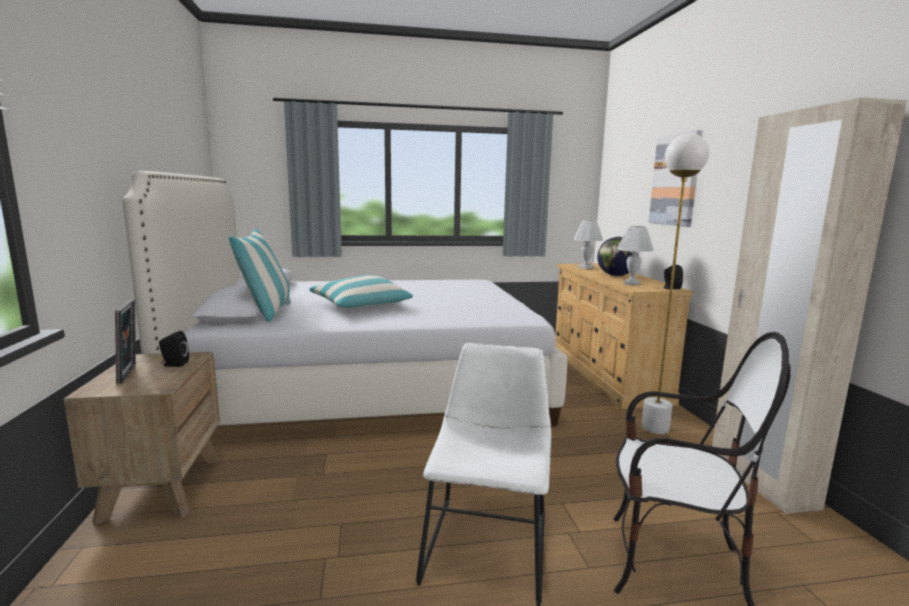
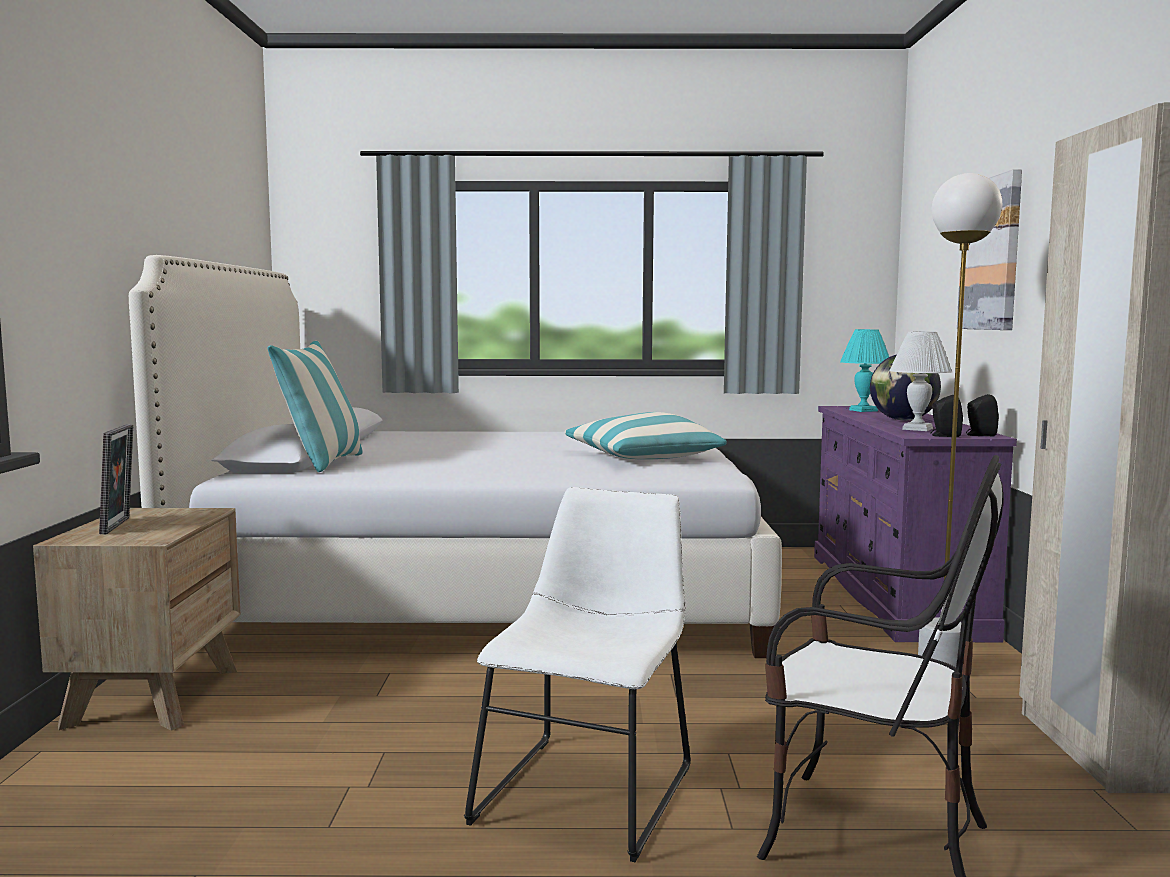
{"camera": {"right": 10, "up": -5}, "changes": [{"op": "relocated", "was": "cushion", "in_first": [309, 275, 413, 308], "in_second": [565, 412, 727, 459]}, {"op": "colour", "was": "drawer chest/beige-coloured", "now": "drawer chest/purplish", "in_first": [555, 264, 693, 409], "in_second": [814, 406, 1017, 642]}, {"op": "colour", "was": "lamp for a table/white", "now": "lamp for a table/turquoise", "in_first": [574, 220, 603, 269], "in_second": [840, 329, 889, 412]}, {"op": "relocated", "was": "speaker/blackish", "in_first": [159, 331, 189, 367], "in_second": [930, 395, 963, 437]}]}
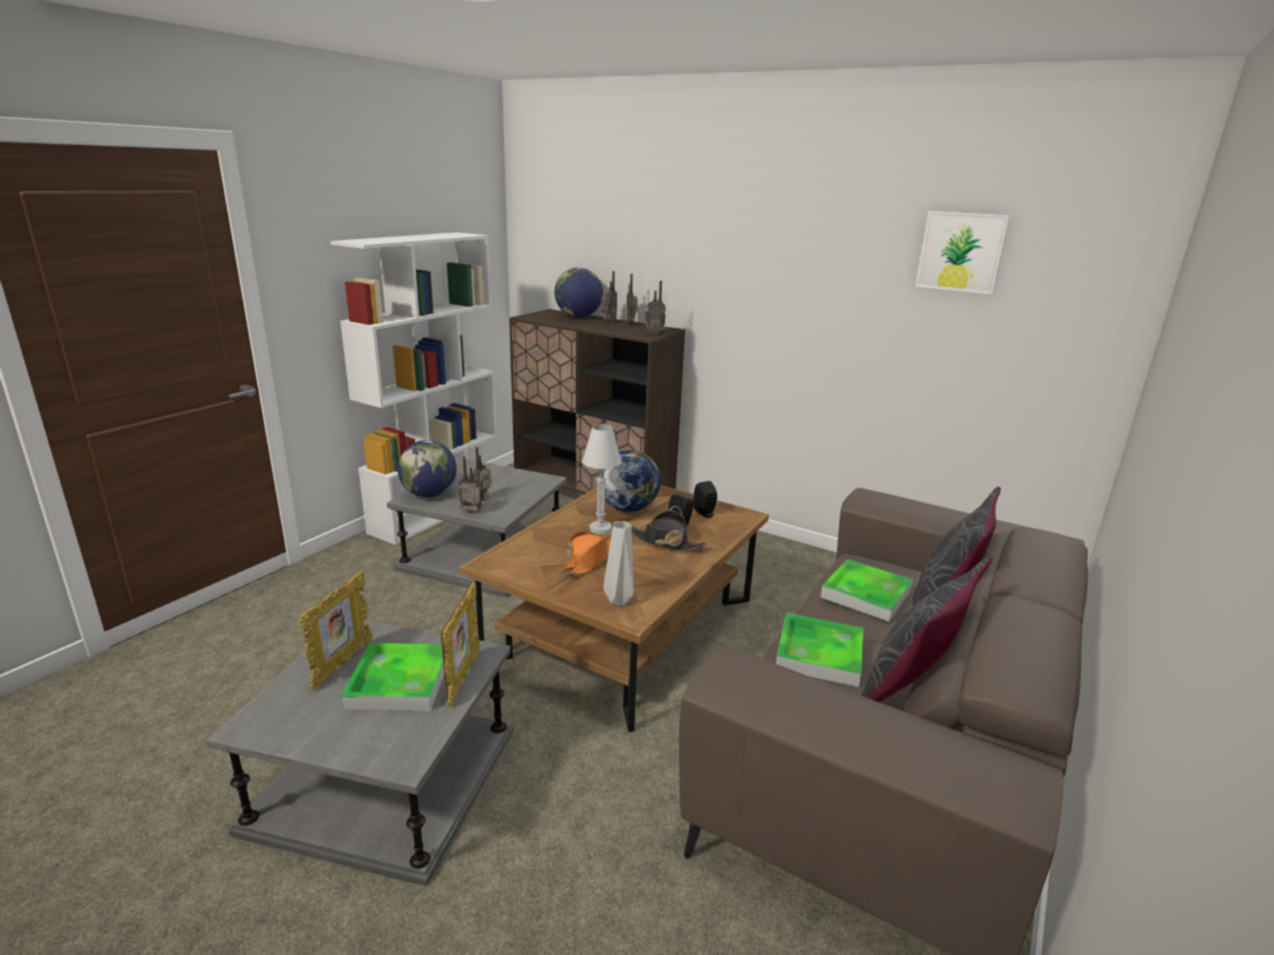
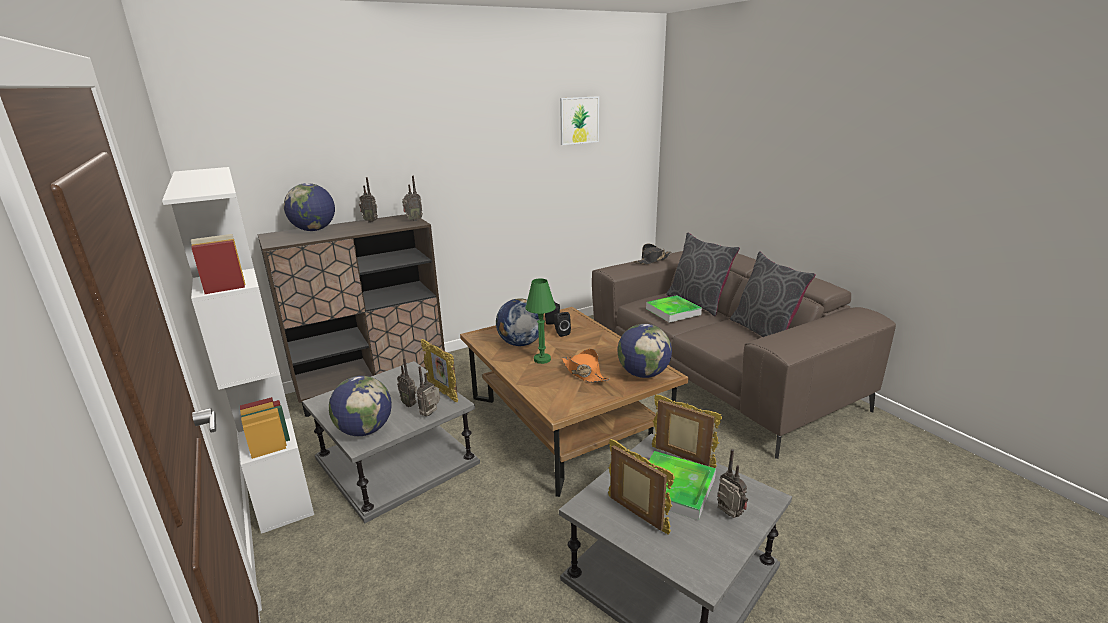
{"camera": {"right": -60, "up": 0}, "changes": [{"op": "appeared", "now": "photo frame", "in_second": [421, 339, 458, 402]}, {"op": "colour", "was": "lamp for a table/white", "now": "lamp for a table/green", "in_first": [582, 424, 621, 534], "in_second": [525, 278, 556, 364]}, {"op": "exchanged", "was": "vase/gray", "now": "globe", "in_first": [603, 521, 634, 606], "in_second": [617, 324, 672, 378]}, {"op": "relocated", "was": "clothing hat/blackish", "in_first": [631, 510, 707, 552], "in_second": [633, 243, 671, 264]}, {"op": "relocated", "was": "radio receiver", "in_first": [601, 271, 617, 323], "in_second": [717, 449, 748, 518]}, {"op": "missing", "was": "tray", "in_first": [776, 613, 863, 687]}]}
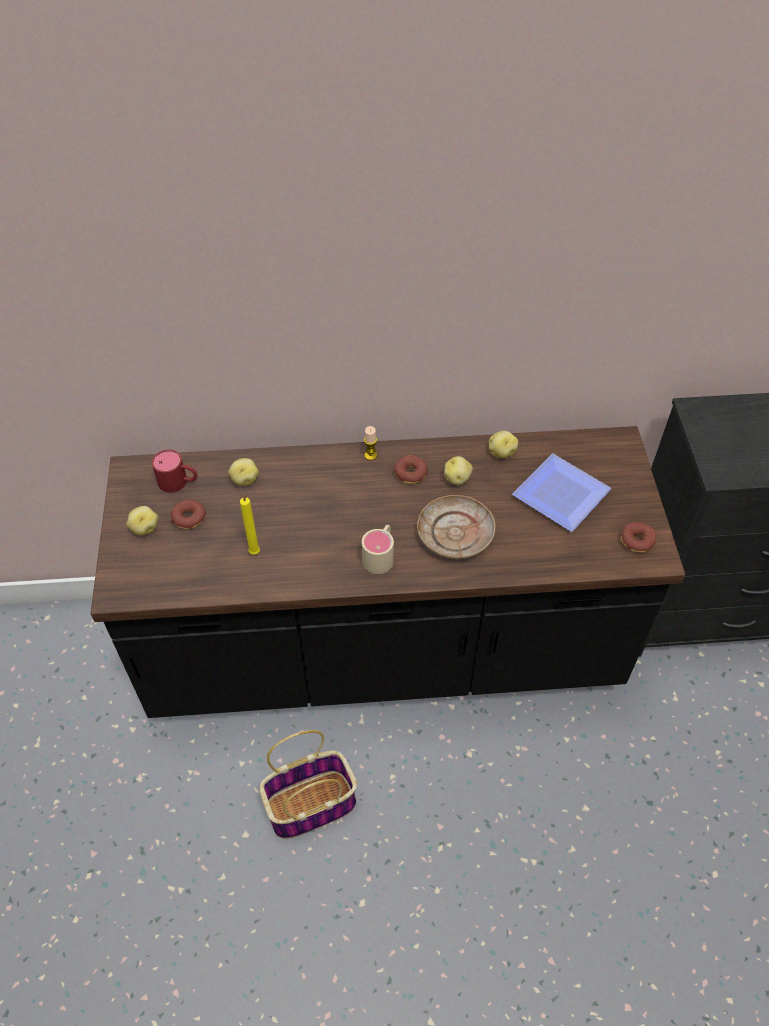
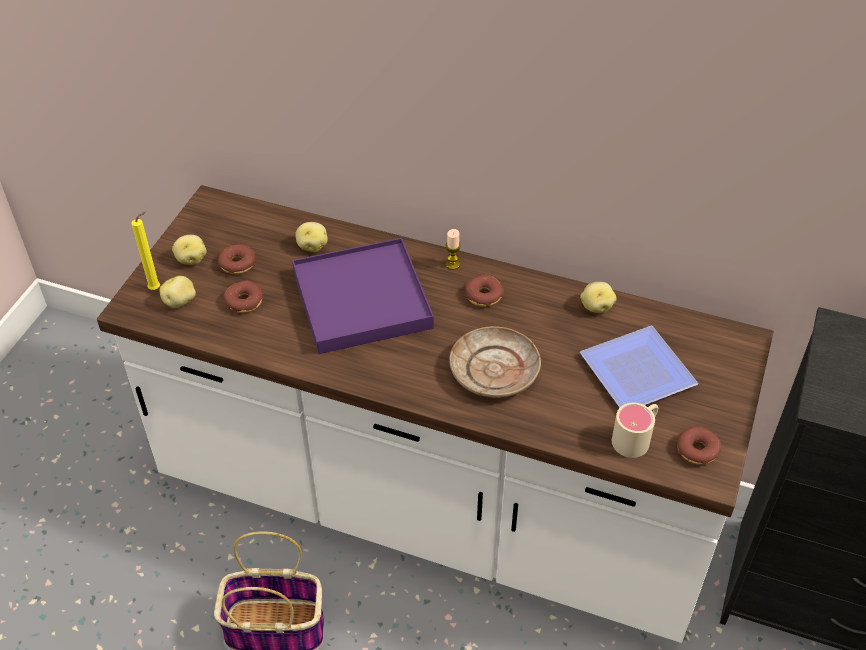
{"camera": {"right": 25, "up": -5}, "changes": [{"op": "colour", "was": "kitchen counter/blackish", "now": "kitchen counter/white", "in_first": [91, 426, 685, 718], "in_second": [97, 185, 773, 643]}, {"op": "relocated", "was": "wax candle/yellow-coloured", "in_first": [240, 489, 260, 555], "in_second": [131, 211, 160, 290]}, {"op": "relocated", "was": "potato", "in_first": [444, 456, 473, 485], "in_second": [159, 276, 196, 308]}, {"op": "appeared", "now": "doughnut", "in_second": [224, 281, 263, 314]}, {"op": "appeared", "now": "tray/purplish", "in_second": [292, 238, 434, 354]}, {"op": "relocated", "was": "mug/beige-coloured", "in_first": [362, 525, 394, 574], "in_second": [612, 403, 658, 458]}, {"op": "missing", "was": "mug/reddish", "in_first": [152, 449, 197, 493]}]}
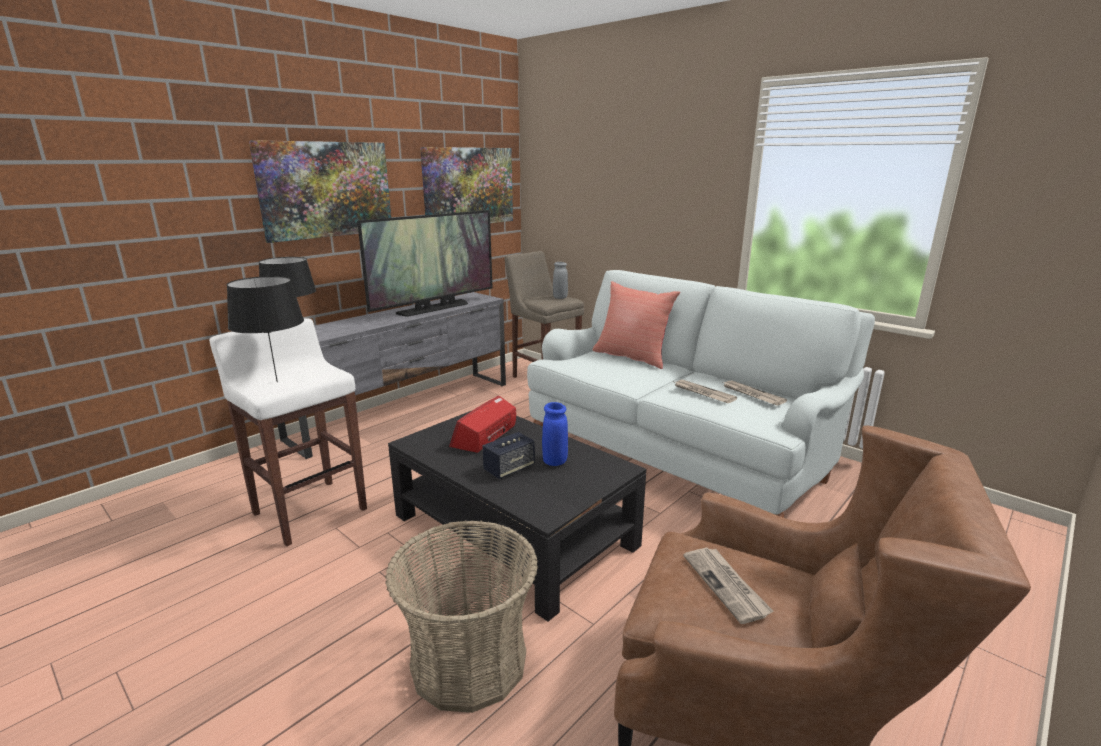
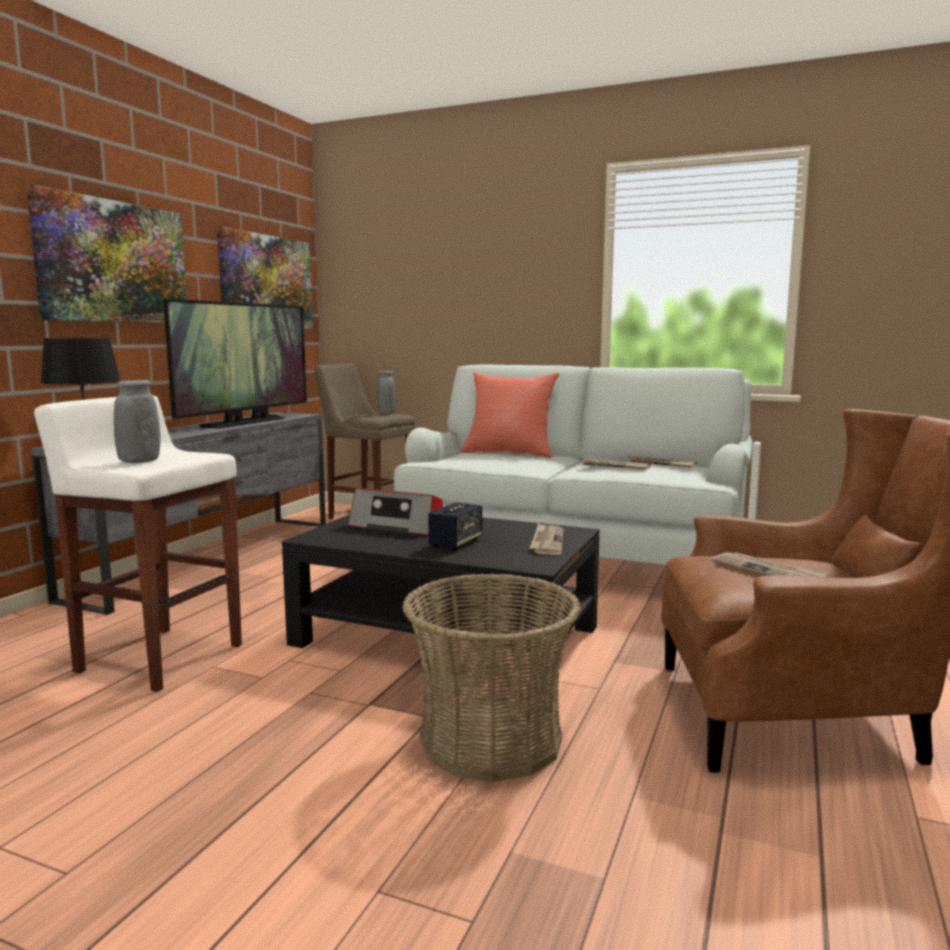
{"camera": {"right": -20, "up": -10}, "changes": [{"op": "exchanged", "was": "lamp for a table/blackish", "now": "vase/gray", "in_first": [227, 276, 304, 382], "in_second": [114, 380, 160, 463]}, {"op": "spun", "was": "radio receiver", "in_first": [449, 396, 516, 453], "in_second": [348, 488, 443, 535], "clockwise": -75}, {"op": "appeared", "now": "newspaper", "in_second": [529, 523, 563, 555]}, {"op": "missing", "was": "vase/bluish", "in_first": [542, 402, 568, 466]}]}
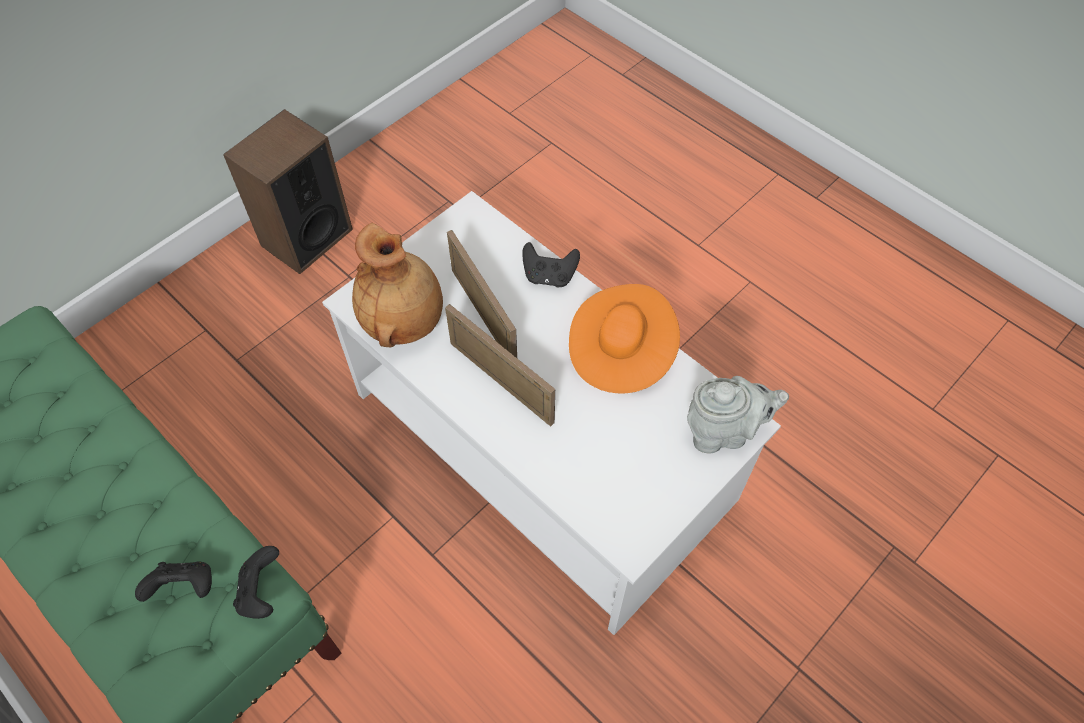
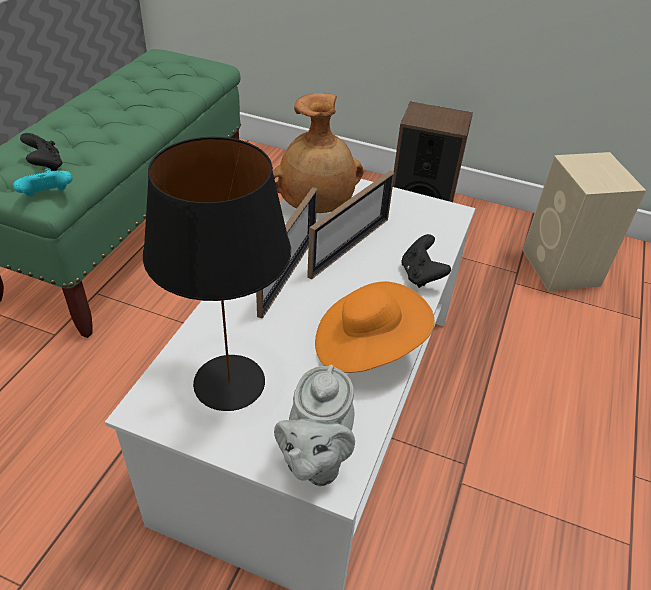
{"camera": {"right": 65, "up": -15}, "changes": [{"op": "colour", "was": "game controller/blackish", "now": "game controller/turquoise", "in_first": [233, 546, 279, 619], "in_second": [13, 168, 73, 196]}, {"op": "appeared", "now": "lamp for a table/blackish", "in_second": [143, 137, 291, 411]}, {"op": "spun", "was": "tea pot/gray", "in_first": [687, 376, 789, 454], "in_second": [274, 364, 355, 486], "clockwise": 45}, {"op": "appeared", "now": "speaker/beige-coloured", "in_second": [523, 152, 646, 291]}]}
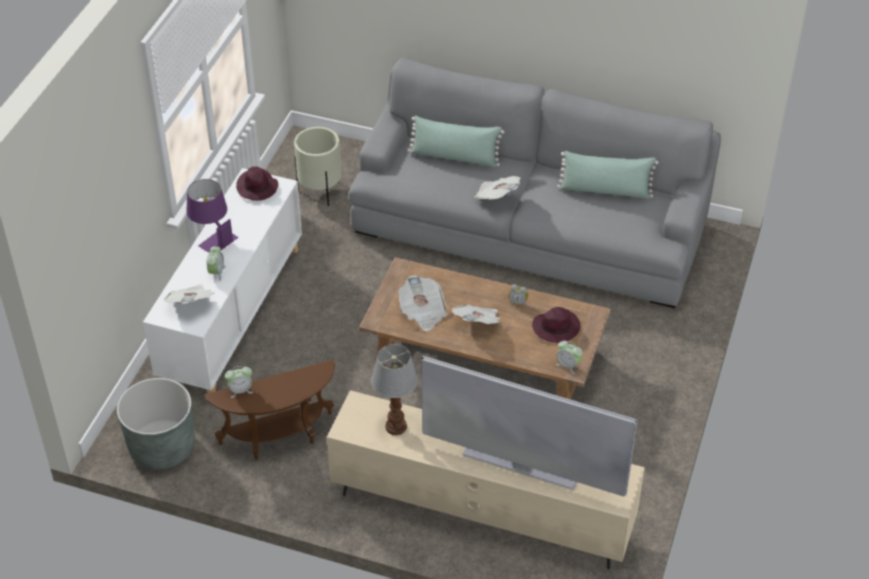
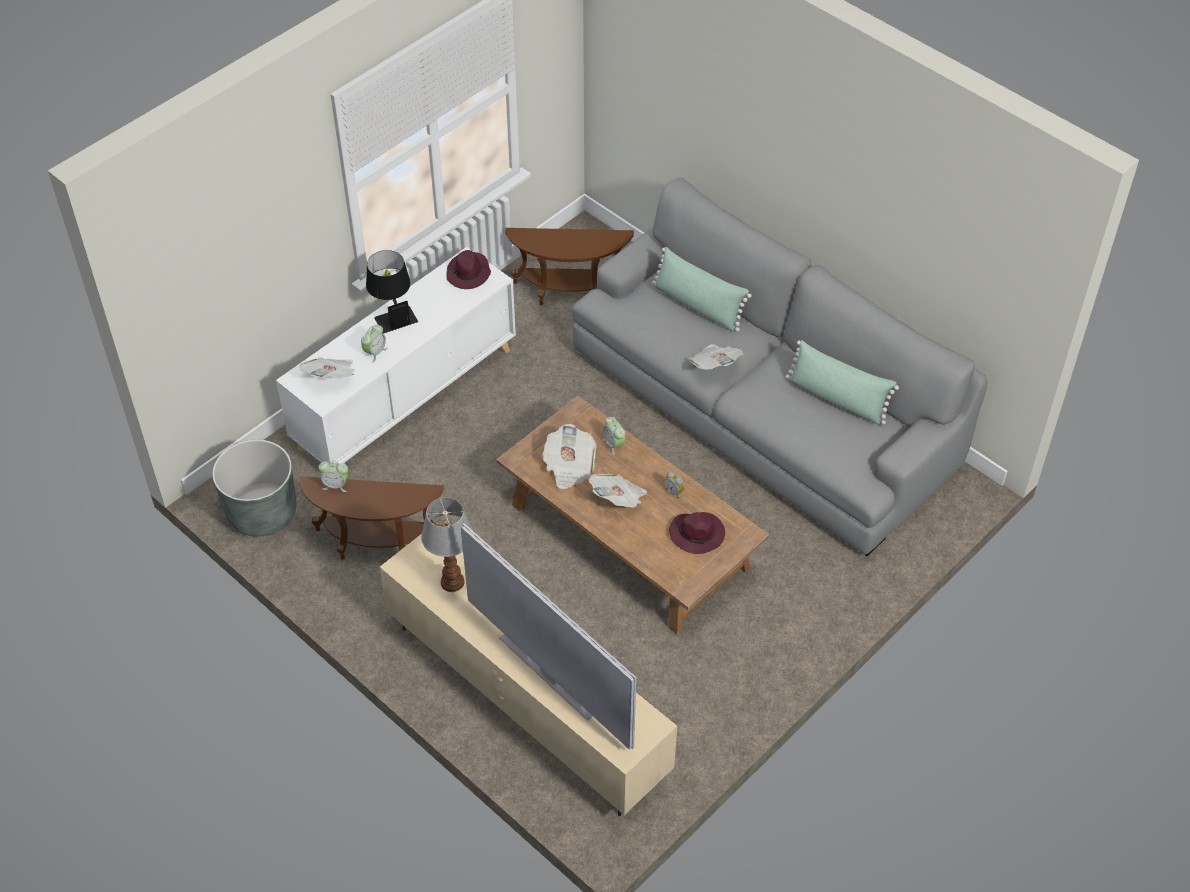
{"camera": {"right": 25, "up": 5}, "changes": [{"op": "colour", "was": "lamp for a table/purplish", "now": "lamp for a table/blackish", "in_first": [187, 179, 238, 253], "in_second": [366, 250, 418, 334]}, {"op": "exchanged", "was": "plant pot/beige-coloured", "now": "end table/brown", "in_first": [294, 127, 341, 206], "in_second": [505, 228, 634, 305]}, {"op": "relocated", "was": "alarm clock", "in_first": [556, 341, 583, 374], "in_second": [603, 417, 625, 455]}]}
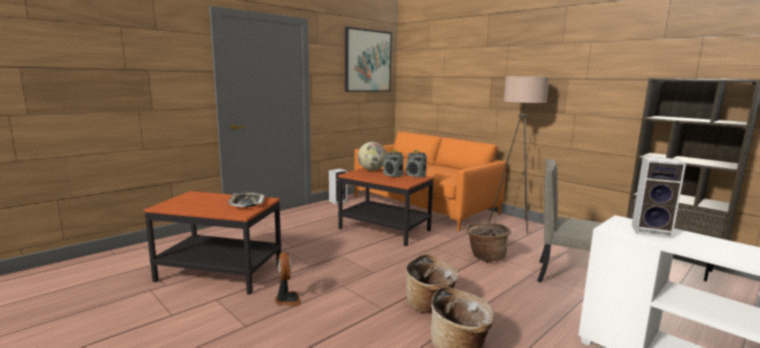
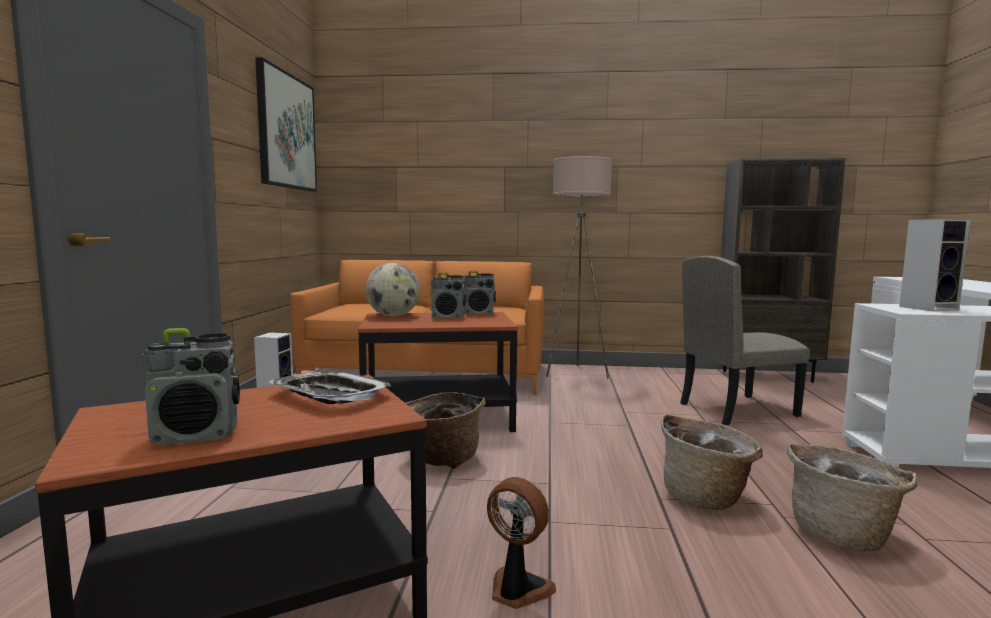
{"camera": {"right": -40, "up": -5}, "changes": [{"op": "appeared", "now": "radio receiver", "in_second": [142, 328, 240, 445]}, {"op": "relocated", "was": "household basket", "in_first": [467, 223, 511, 263], "in_second": [406, 392, 486, 469]}]}
